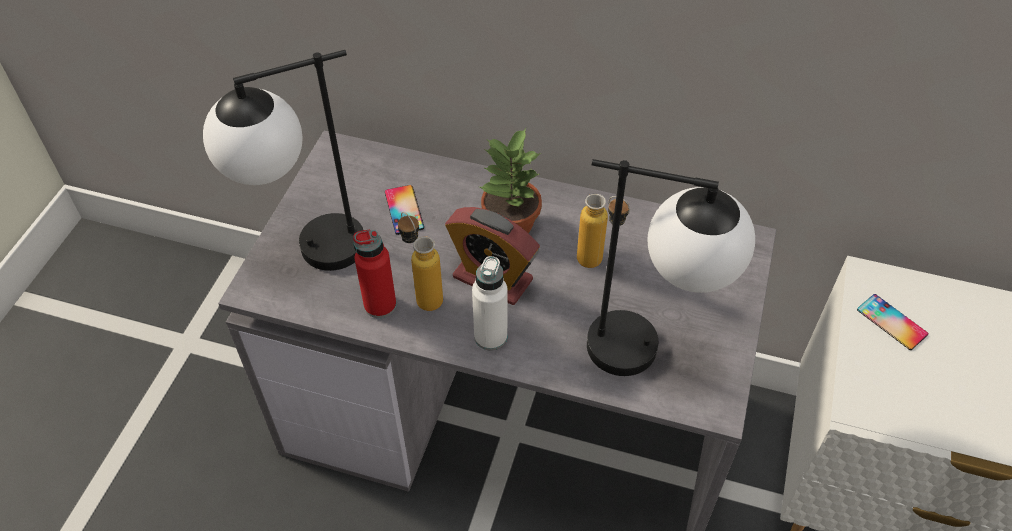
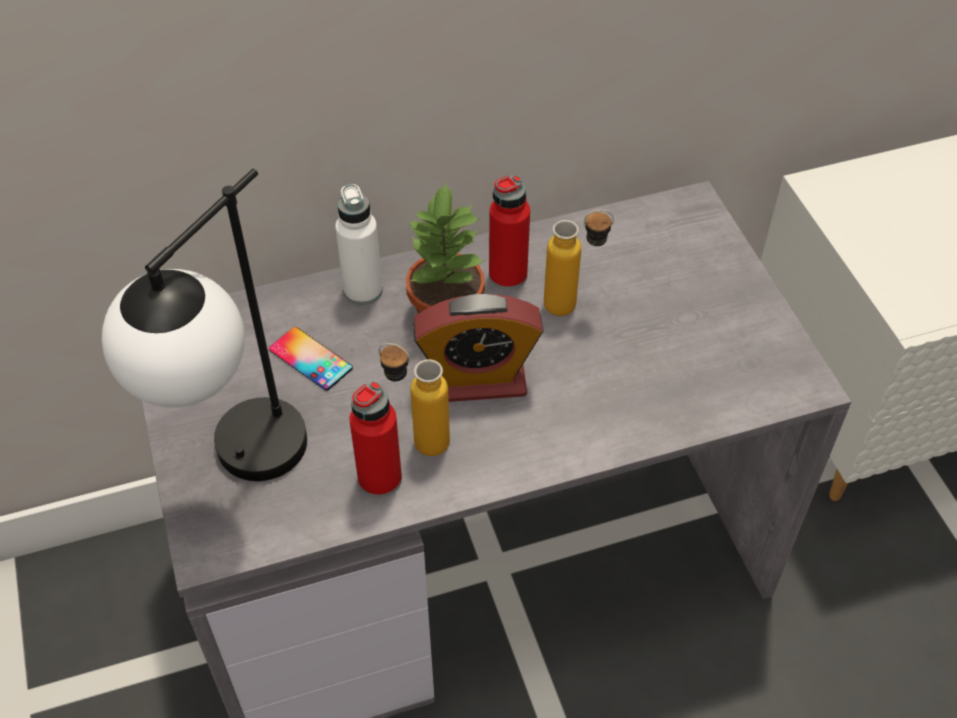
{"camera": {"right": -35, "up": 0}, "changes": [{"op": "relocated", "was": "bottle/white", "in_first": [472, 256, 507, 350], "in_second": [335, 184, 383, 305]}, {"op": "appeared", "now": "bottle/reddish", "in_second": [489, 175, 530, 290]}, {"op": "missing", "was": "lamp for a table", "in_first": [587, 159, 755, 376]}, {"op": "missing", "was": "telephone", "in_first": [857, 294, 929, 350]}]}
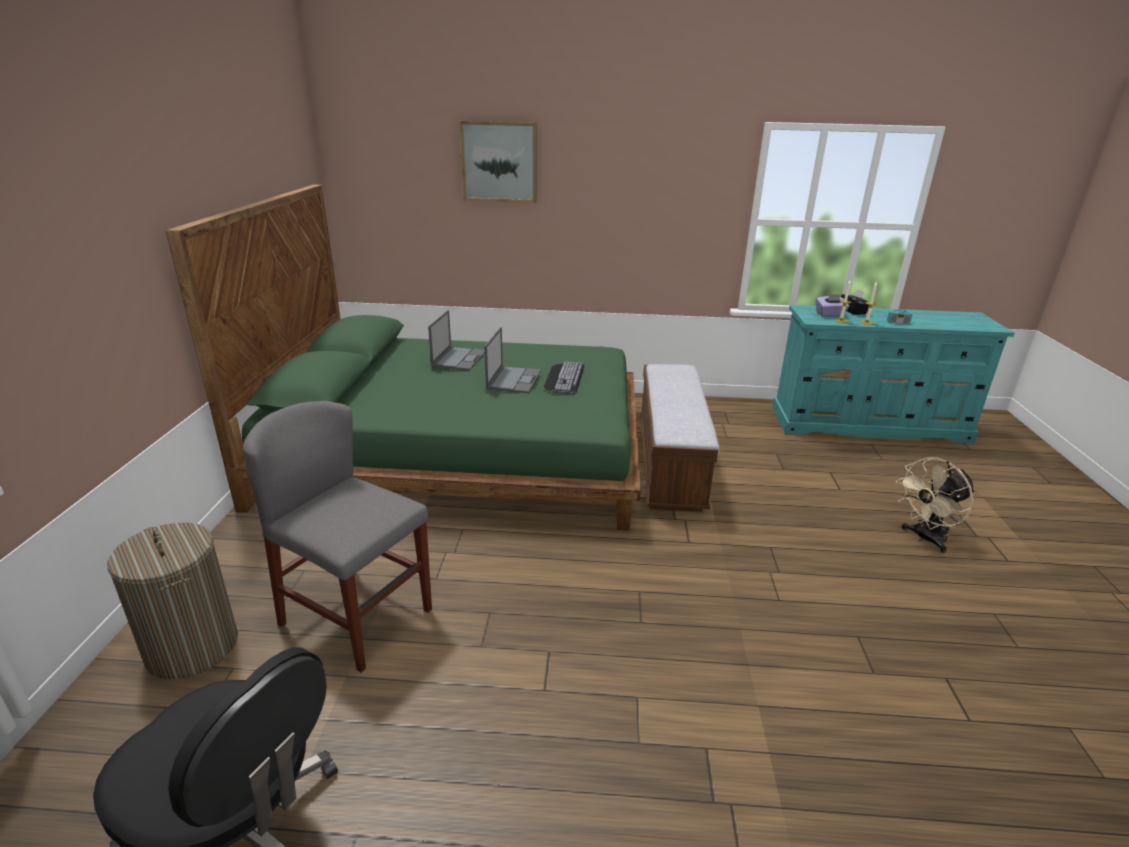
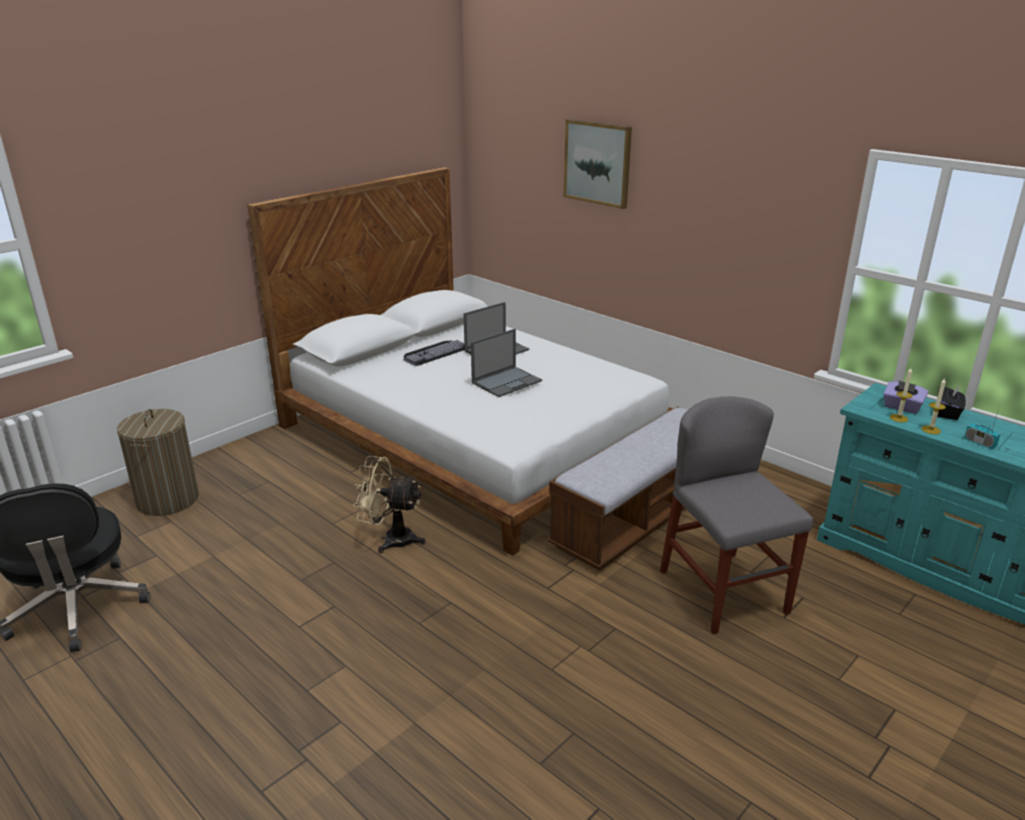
{"camera": {"right": 40, "up": 0}, "changes": [{"op": "colour", "was": "sleeping bed/green", "now": "sleeping bed/white", "in_first": [166, 184, 641, 530], "in_second": [248, 167, 673, 556]}, {"op": "relocated", "was": "fan/beige-coloured", "in_first": [896, 457, 975, 553], "in_second": [353, 456, 425, 553]}, {"op": "relocated", "was": "computer keyboard", "in_first": [544, 362, 584, 394], "in_second": [403, 340, 465, 366]}, {"op": "relocated", "was": "upright chair/gray", "in_first": [243, 401, 432, 673], "in_second": [660, 396, 813, 634]}]}
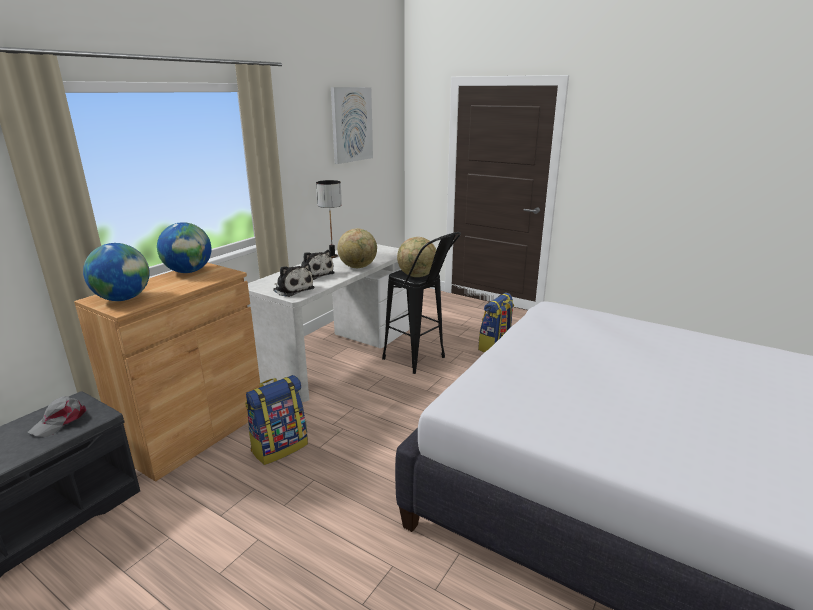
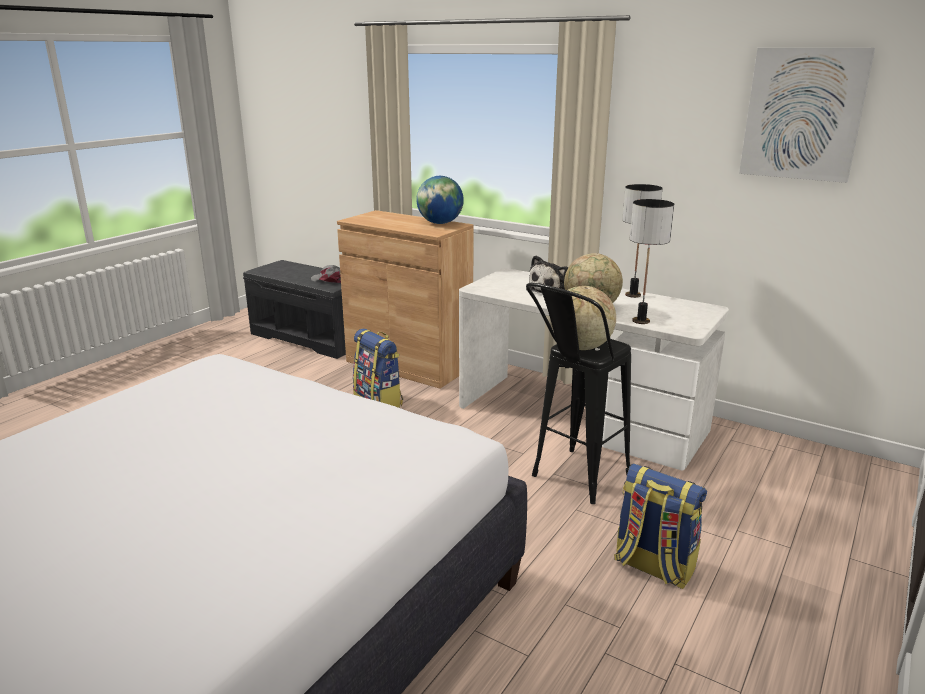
{"camera": {"right": 90, "up": 0}, "changes": [{"op": "appeared", "now": "lamp for a table", "in_second": [630, 199, 674, 324]}, {"op": "missing", "was": "globe", "in_first": [83, 243, 150, 301]}, {"op": "missing", "was": "soft toy", "in_first": [273, 263, 315, 297]}]}
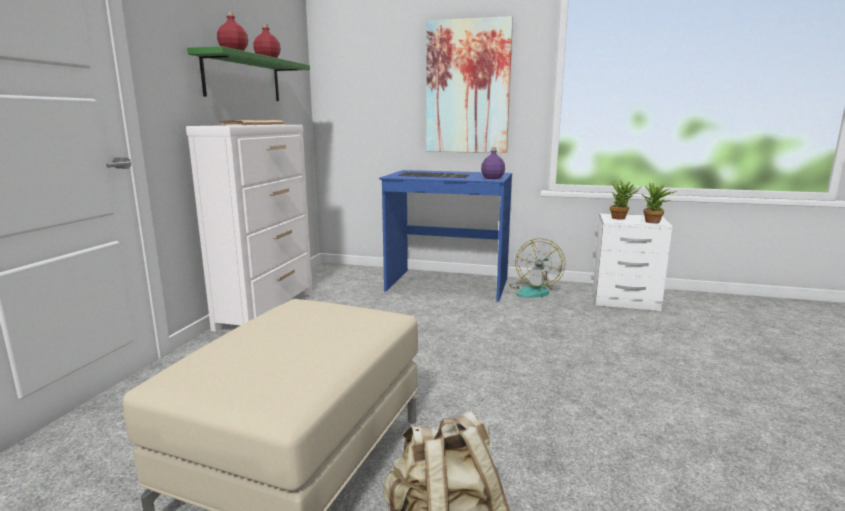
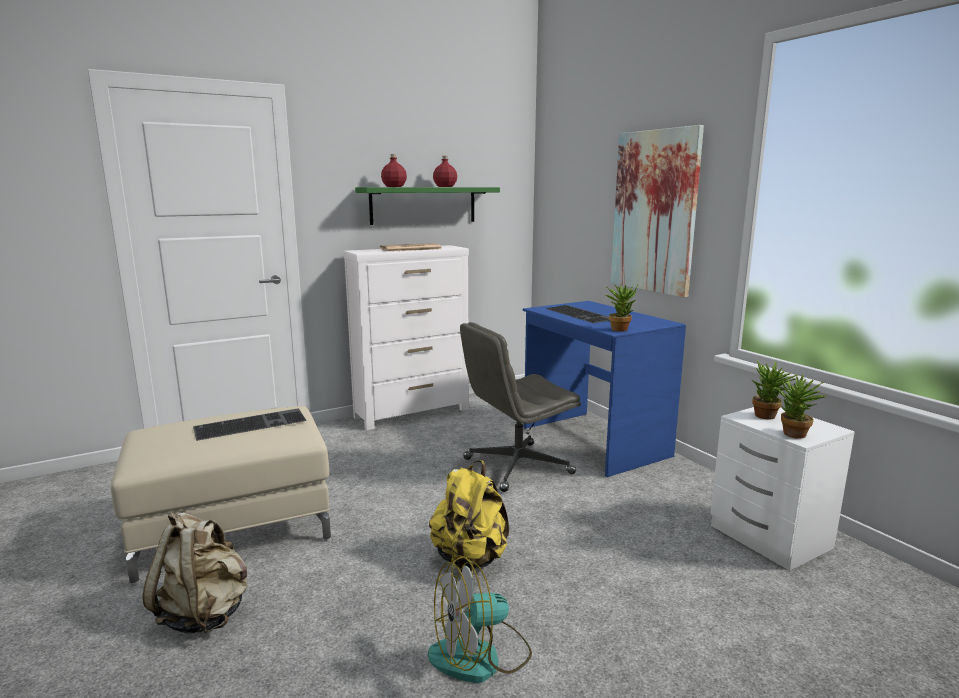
{"camera": {"right": 45, "up": 0}, "changes": [{"op": "appeared", "now": "computer keyboard", "in_second": [193, 408, 307, 441]}, {"op": "relocated", "was": "fan", "in_first": [509, 238, 566, 298], "in_second": [428, 555, 532, 683]}, {"op": "appeared", "now": "backpack/yellow-coloured", "in_second": [429, 460, 509, 572]}, {"op": "appeared", "now": "computer chair/gray", "in_second": [460, 322, 581, 492]}, {"op": "exchanged", "was": "bottle/purplish", "now": "houseplant", "in_first": [481, 147, 505, 179], "in_second": [604, 284, 638, 332]}]}
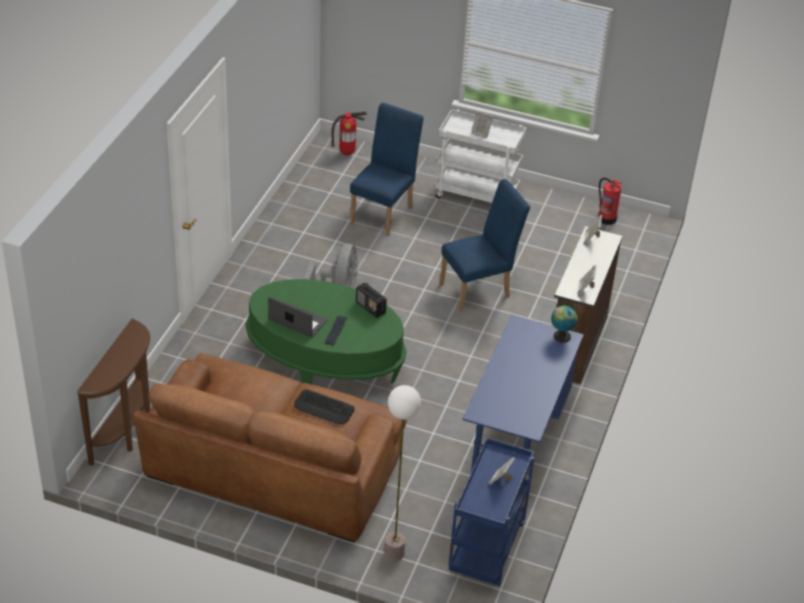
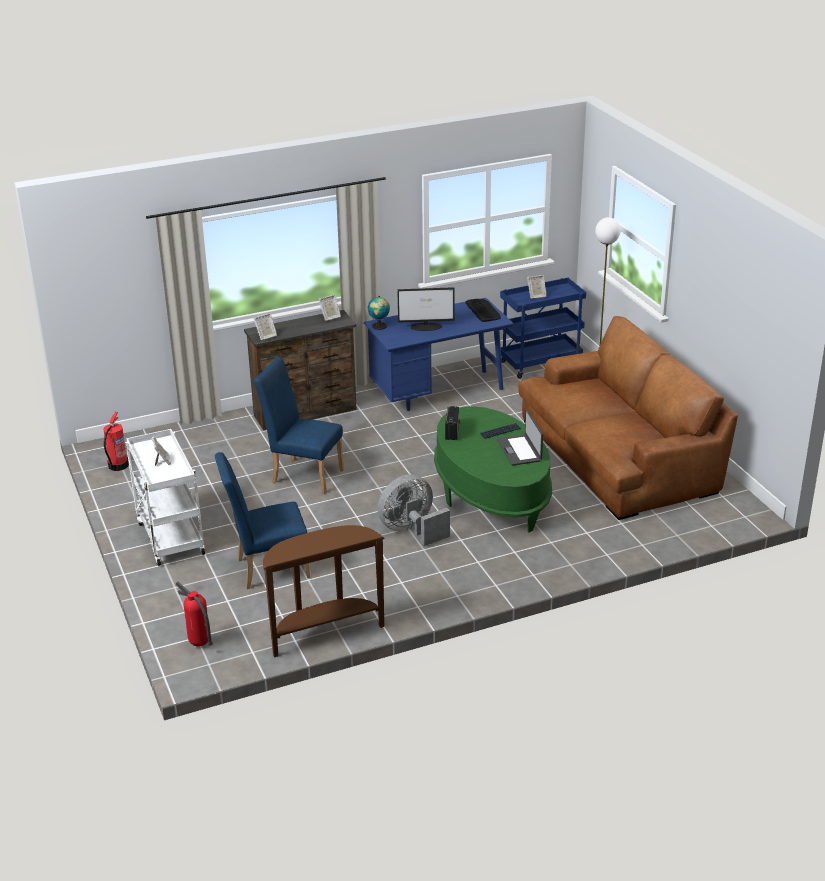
{"camera": {"right": -130, "up": -10}, "changes": [{"op": "relocated", "was": "console table/brown", "in_first": [77, 318, 150, 466], "in_second": [263, 525, 385, 657]}, {"op": "appeared", "now": "monitor", "in_second": [397, 287, 455, 331]}, {"op": "relocated", "was": "computer keyboard", "in_first": [294, 389, 355, 424], "in_second": [465, 299, 501, 322]}]}
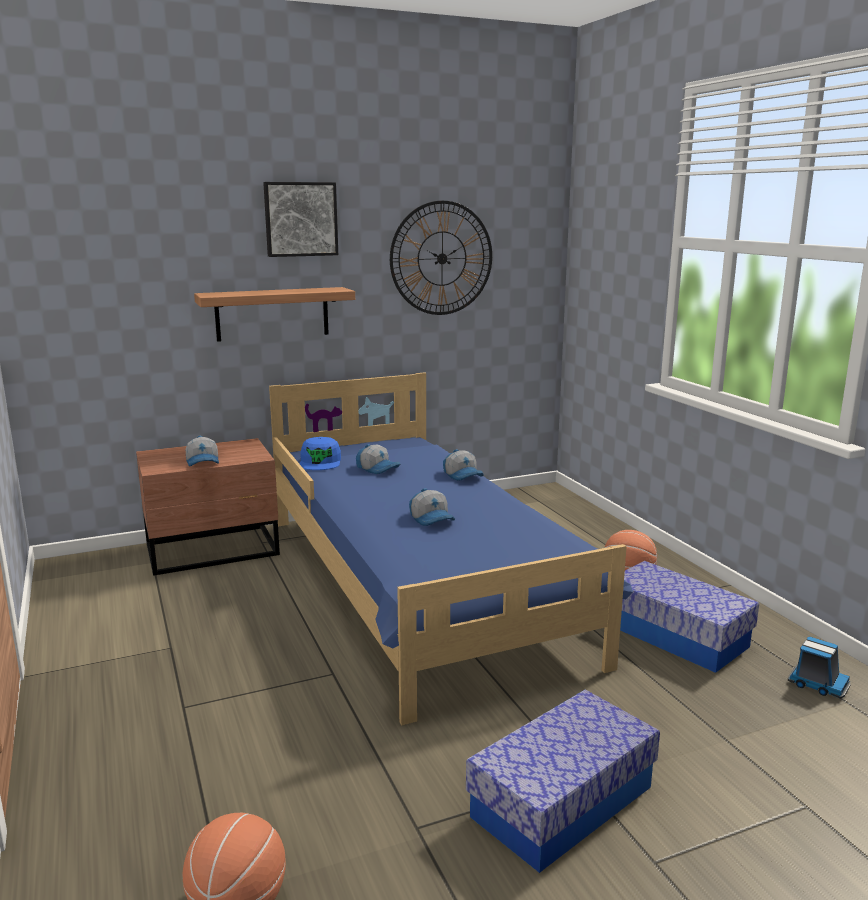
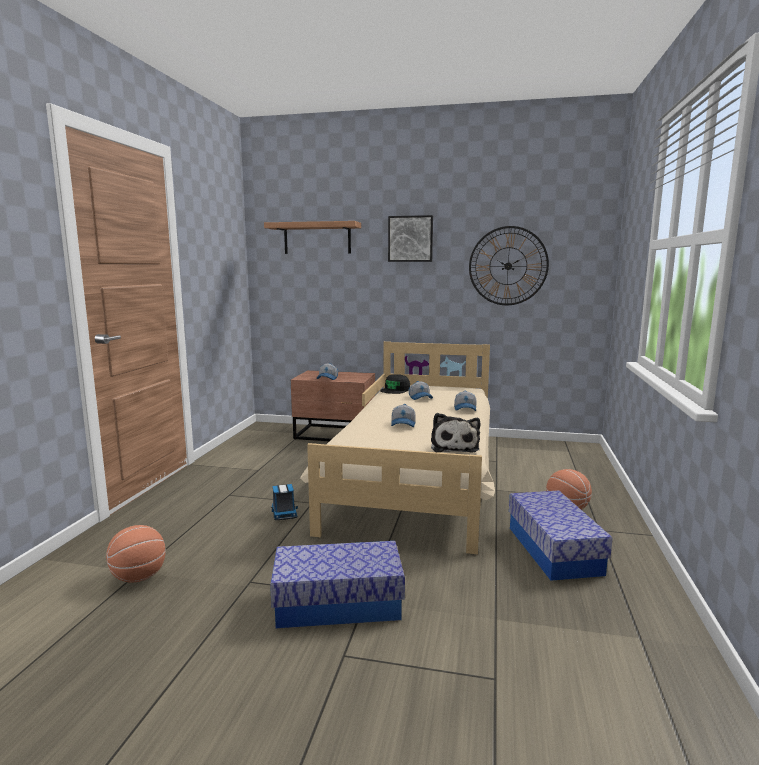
{"camera": {"right": 35, "up": -5}, "changes": [{"op": "relocated", "was": "wall shelf", "in_first": [194, 287, 355, 342], "in_second": [264, 221, 361, 254]}, {"op": "relocated", "was": "toy truck", "in_first": [788, 637, 851, 698], "in_second": [271, 484, 298, 520]}, {"op": "colour", "was": "sleeping bed/bluish", "now": "sleeping bed/beige-coloured", "in_first": [269, 372, 633, 725], "in_second": [300, 341, 495, 555]}, {"op": "colour", "was": "baseball cap/bluish", "now": "baseball cap/blackish", "in_first": [300, 437, 341, 470], "in_second": [380, 374, 410, 394]}, {"op": "appeared", "now": "soft toy", "in_second": [431, 413, 480, 453]}]}
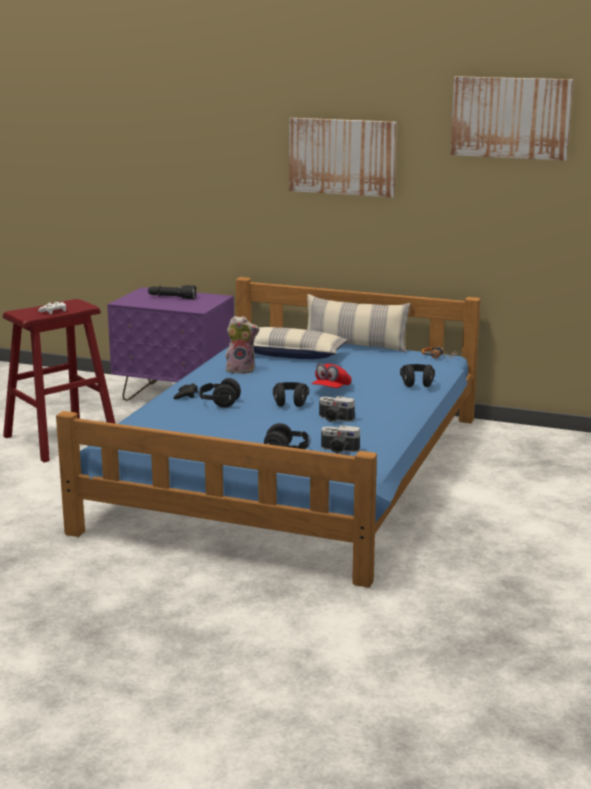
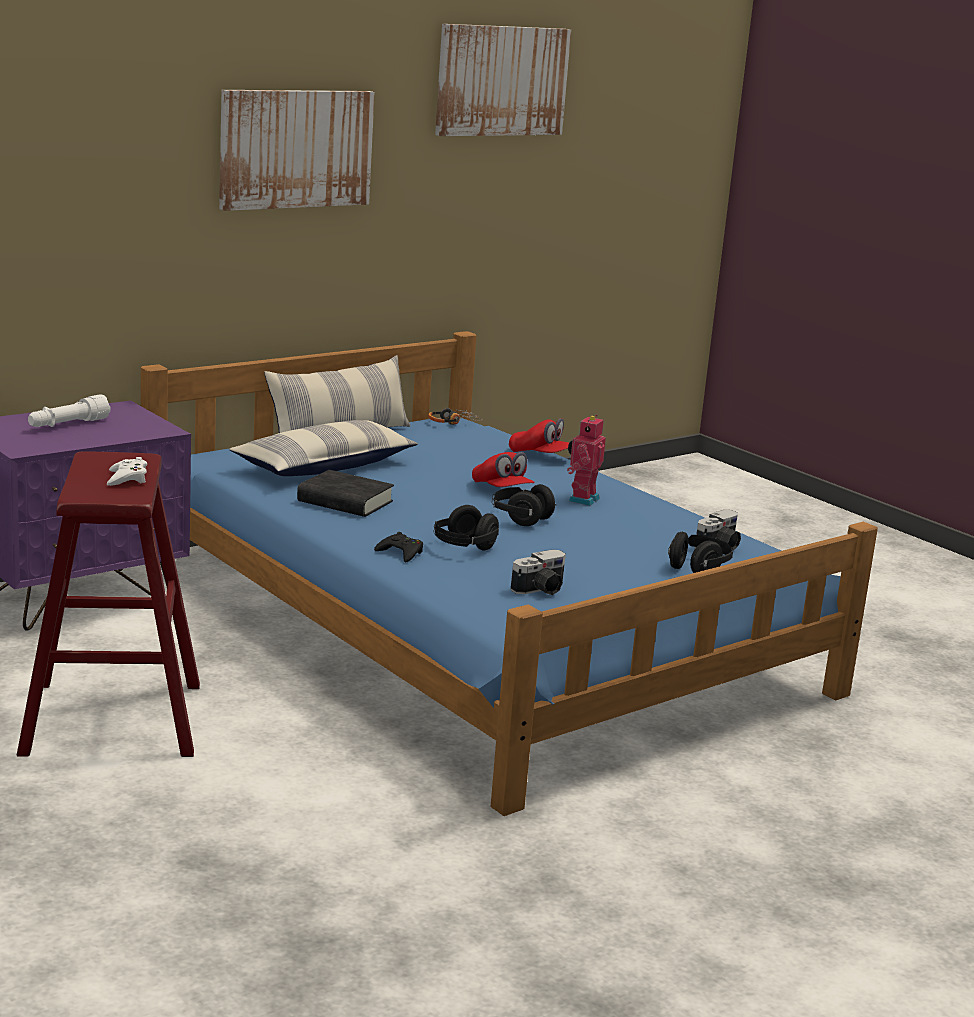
{"camera": {"right": -60, "up": 0}, "changes": [{"op": "colour", "was": "flashlight/blackish", "now": "flashlight/white", "in_first": [148, 285, 197, 299], "in_second": [28, 394, 111, 427]}, {"op": "exchanged", "was": "soft toy", "now": "volume/blackish", "in_first": [226, 316, 260, 374], "in_second": [297, 470, 394, 517]}, {"op": "exchanged", "was": "pair of headphones/blackish", "now": "baseball cap/reddish", "in_first": [400, 364, 435, 387], "in_second": [509, 418, 569, 453]}, {"op": "relocated", "was": "still camera", "in_first": [319, 396, 355, 422], "in_second": [510, 550, 566, 595]}, {"op": "appeared", "now": "robot figure", "in_second": [567, 415, 606, 506]}]}
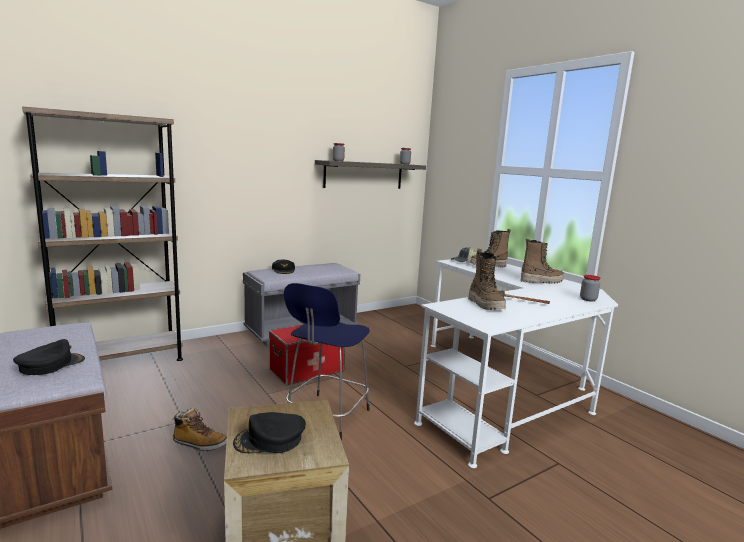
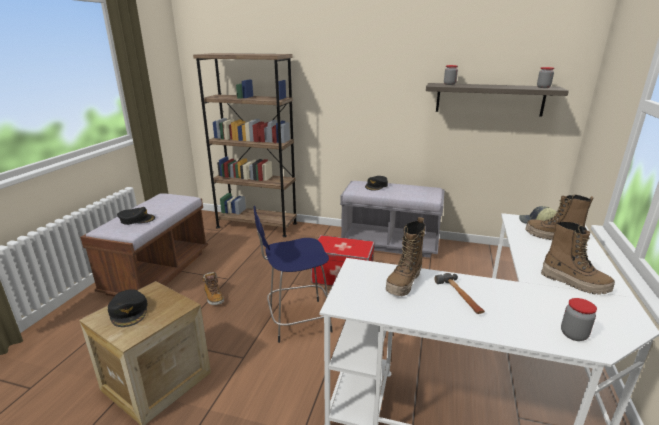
{"camera": {"right": 50, "up": 10}, "changes": [{"op": "spun", "was": "baseball cap/blackish", "in_first": [233, 412, 306, 453], "in_second": [108, 289, 148, 327], "clockwise": -150}]}
